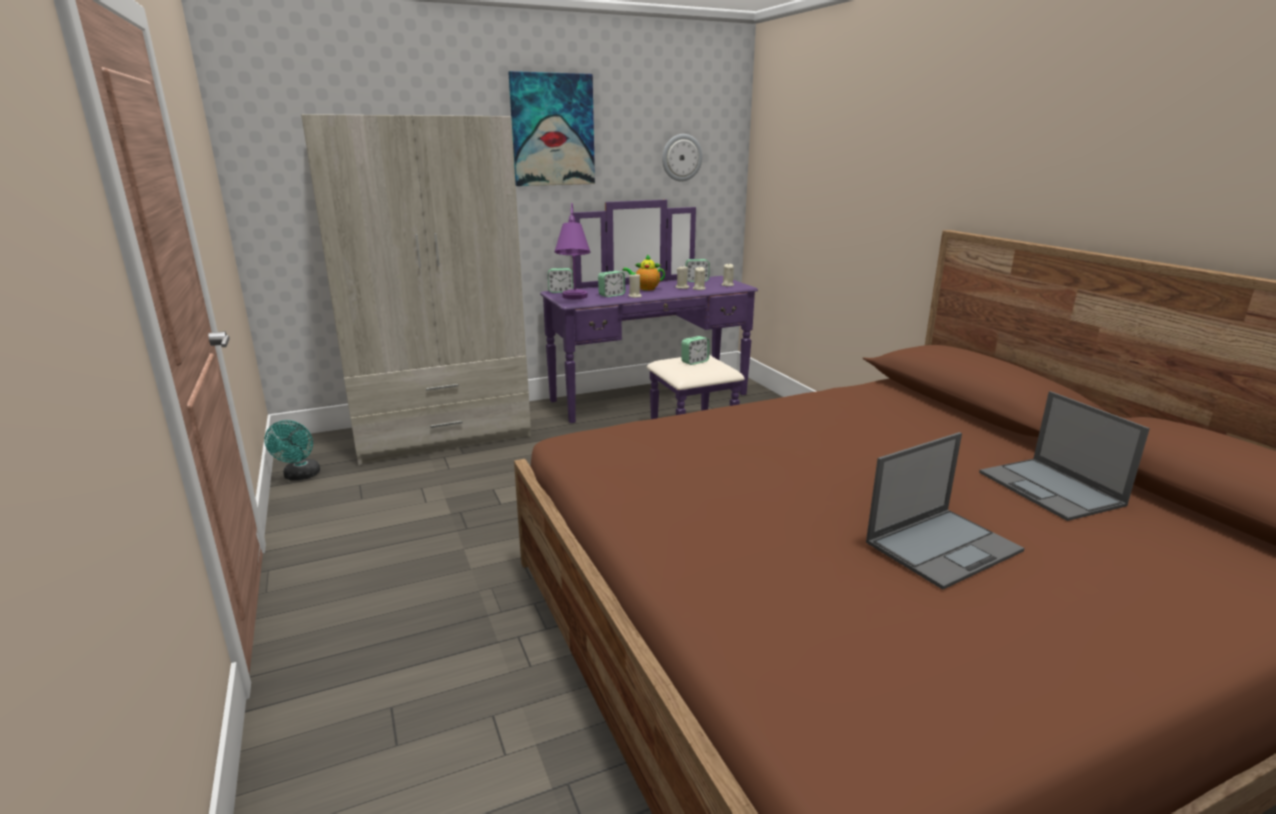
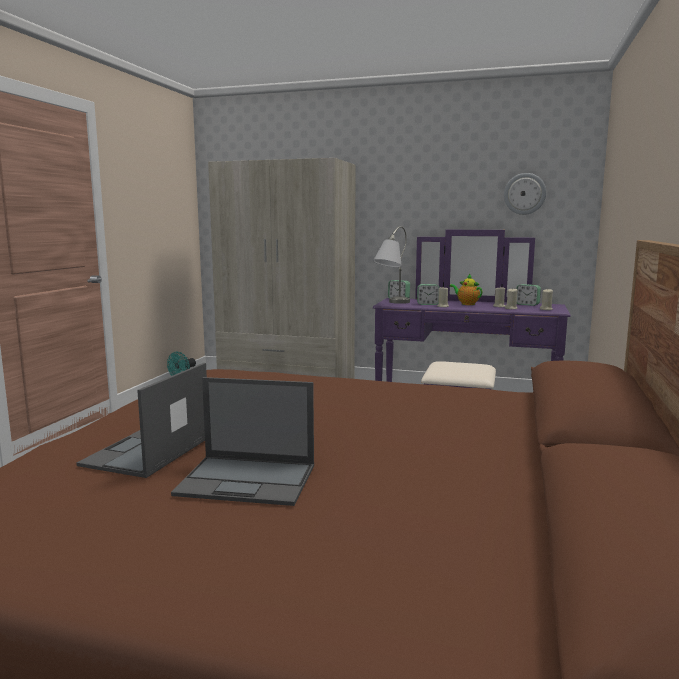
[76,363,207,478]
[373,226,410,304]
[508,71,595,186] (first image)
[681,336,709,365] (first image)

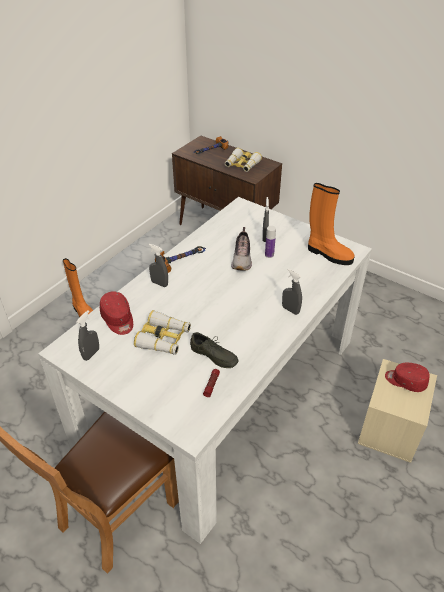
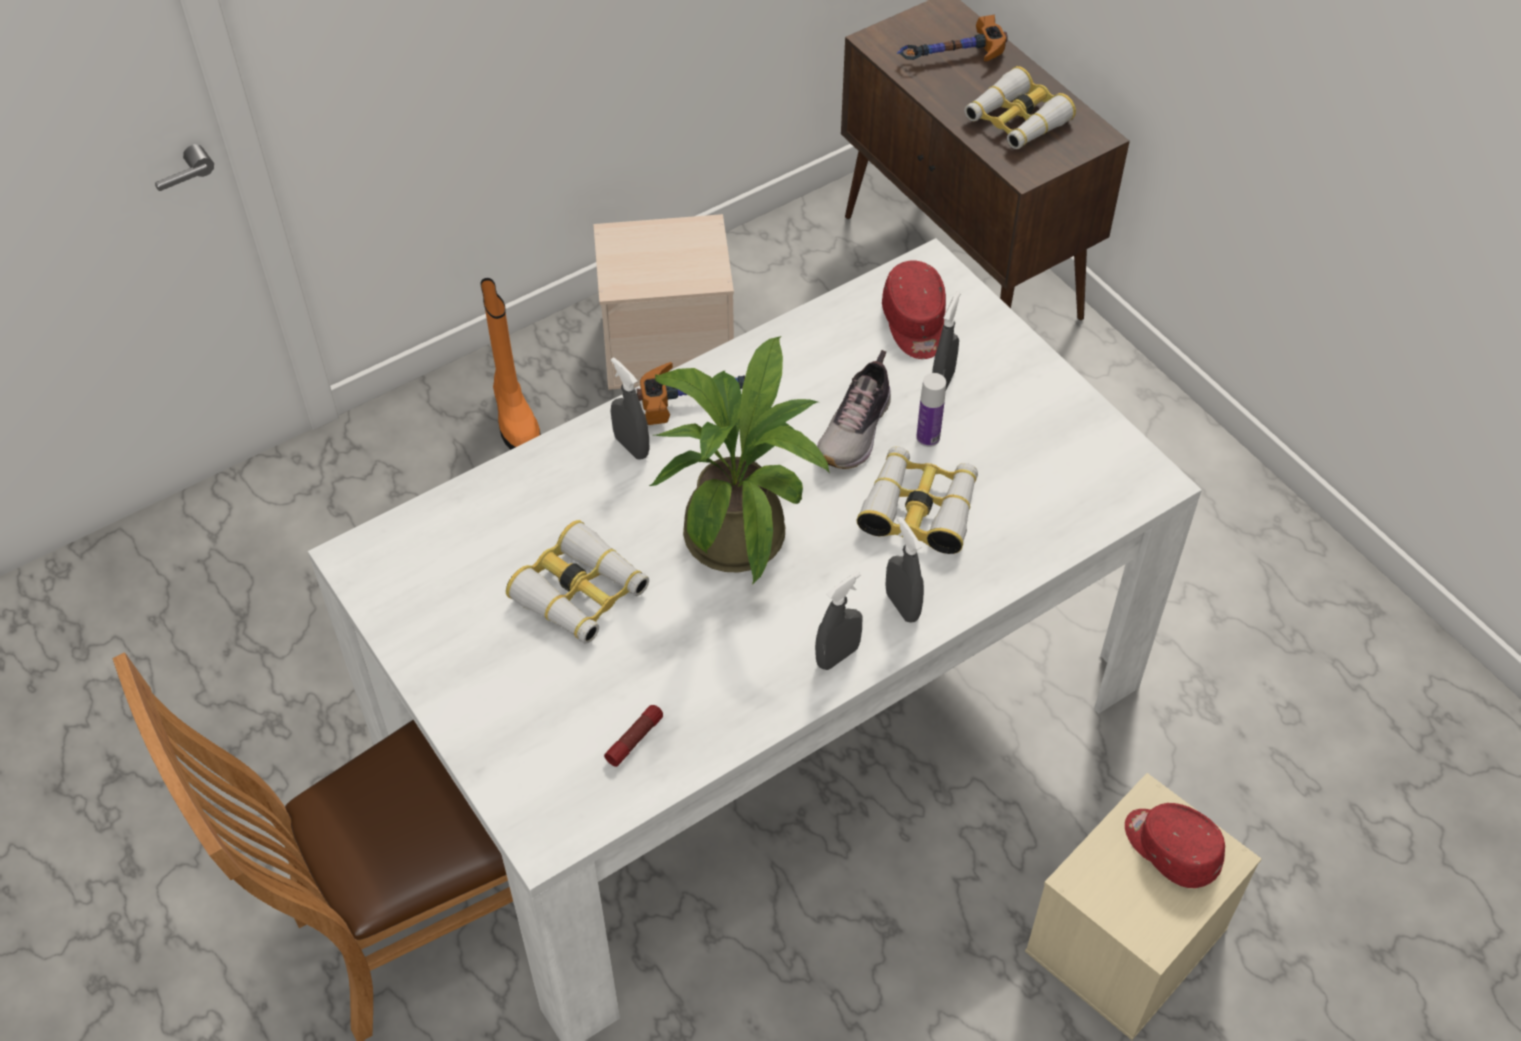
[593,214,734,390]
[649,336,830,585]
[815,571,862,670]
[857,446,978,554]
[882,260,946,359]
[190,332,239,368] (first image)
[308,183,355,265] (first image)

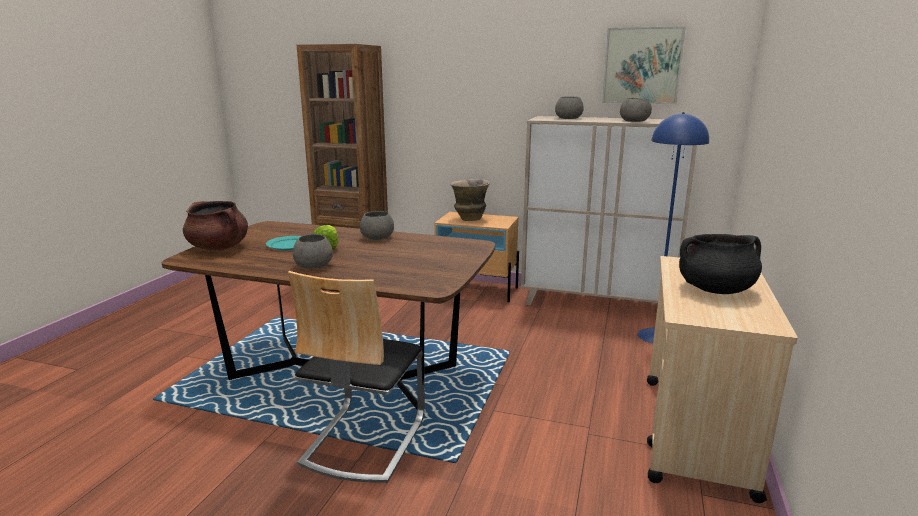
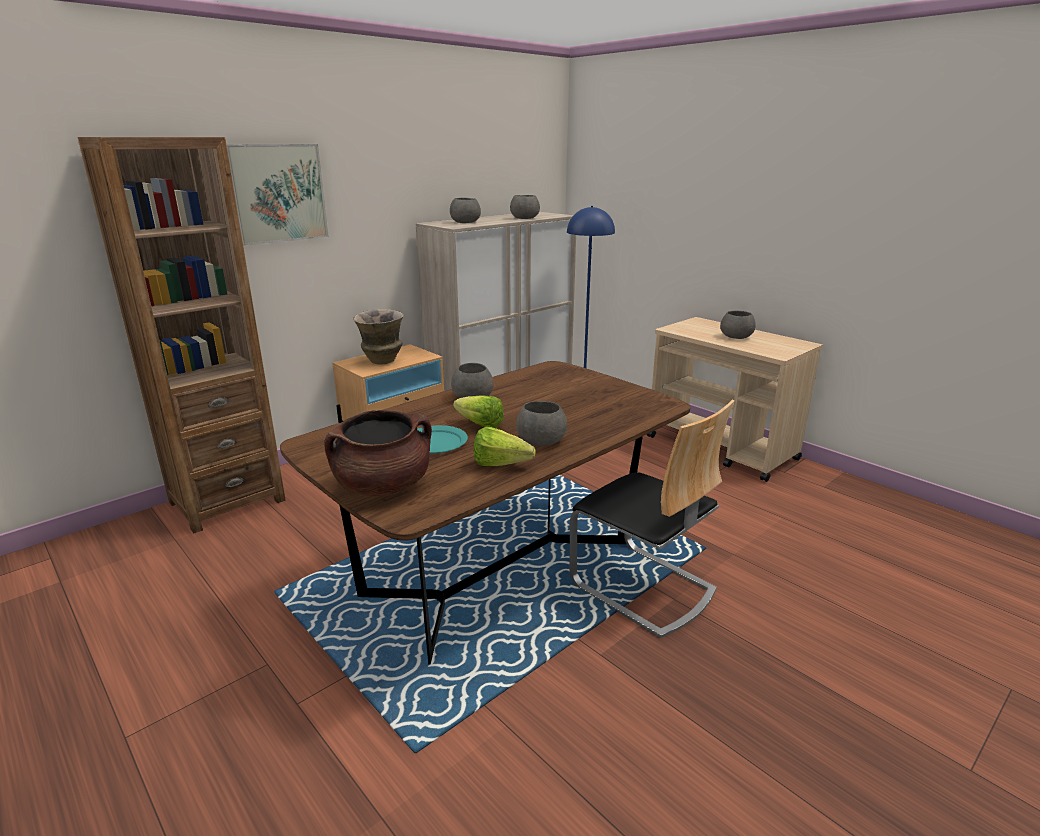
[226,144,329,246]
[474,426,536,466]
[720,311,756,339]

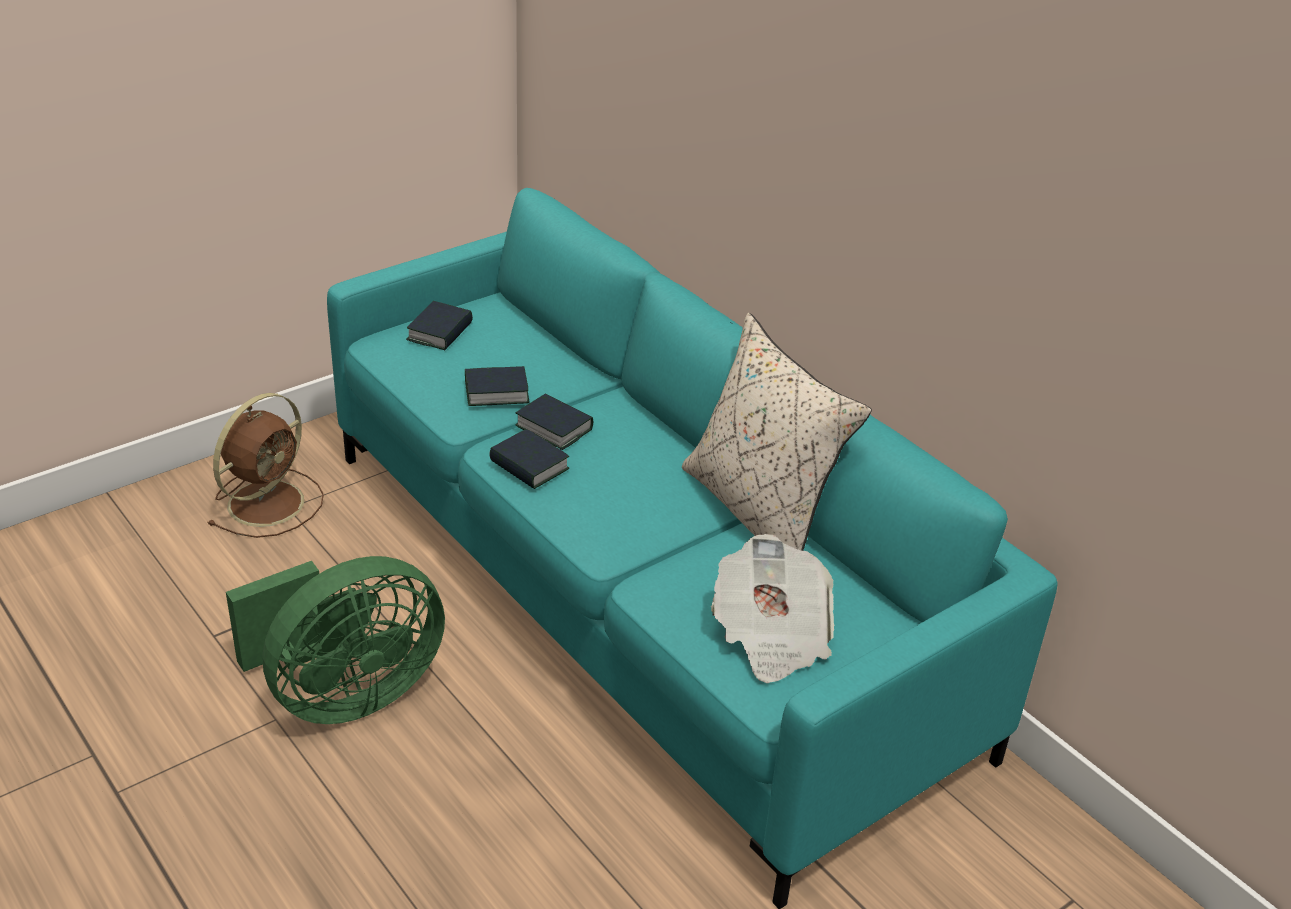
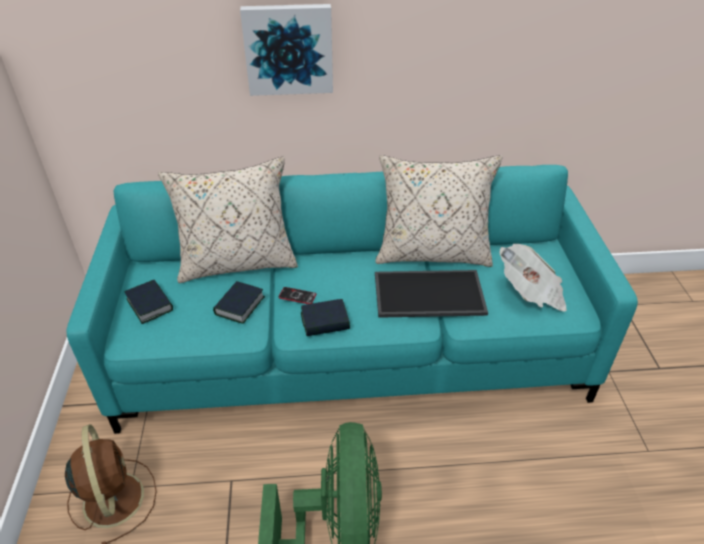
[158,157,298,283]
[240,4,333,96]
[279,287,316,304]
[375,270,488,318]

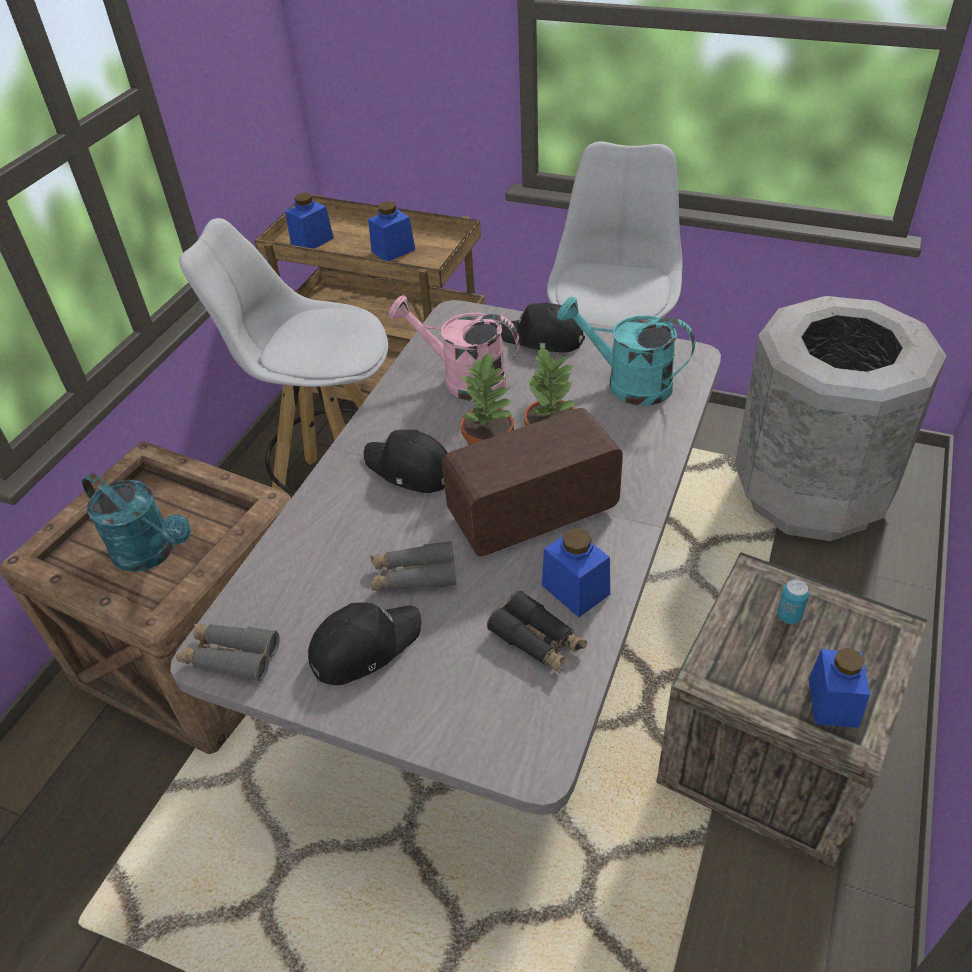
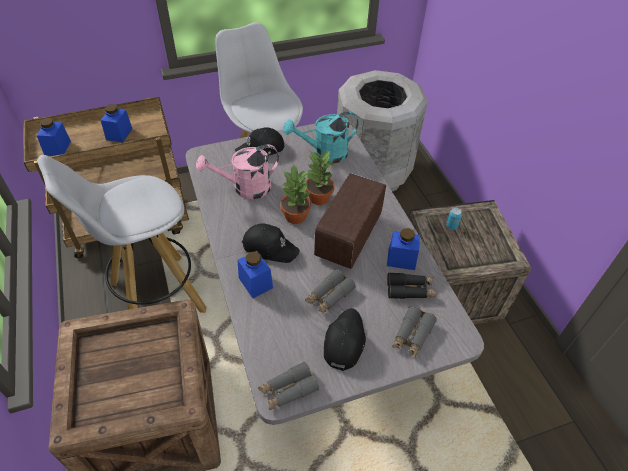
[238,251,273,298]
[242,224,300,263]
[393,306,437,358]
[82,473,191,572] (first image)

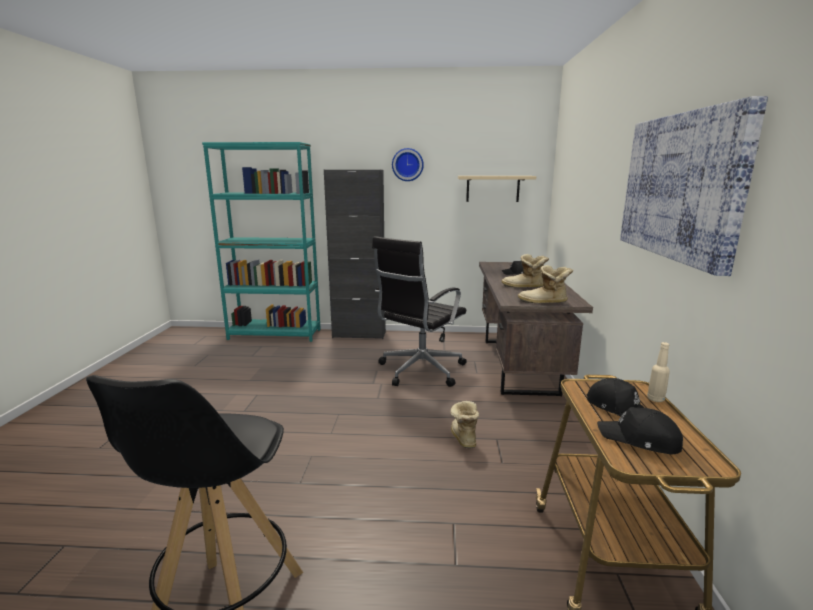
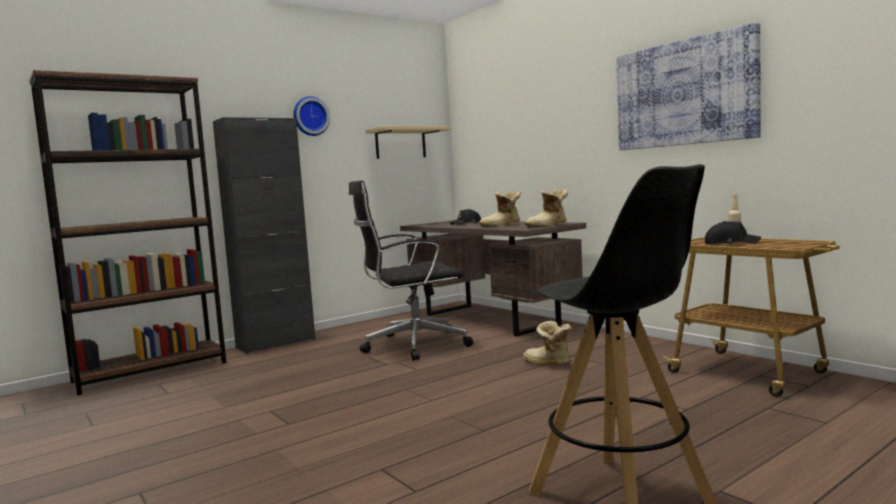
[29,70,226,395]
[349,181,473,361]
[597,407,683,454] (first image)

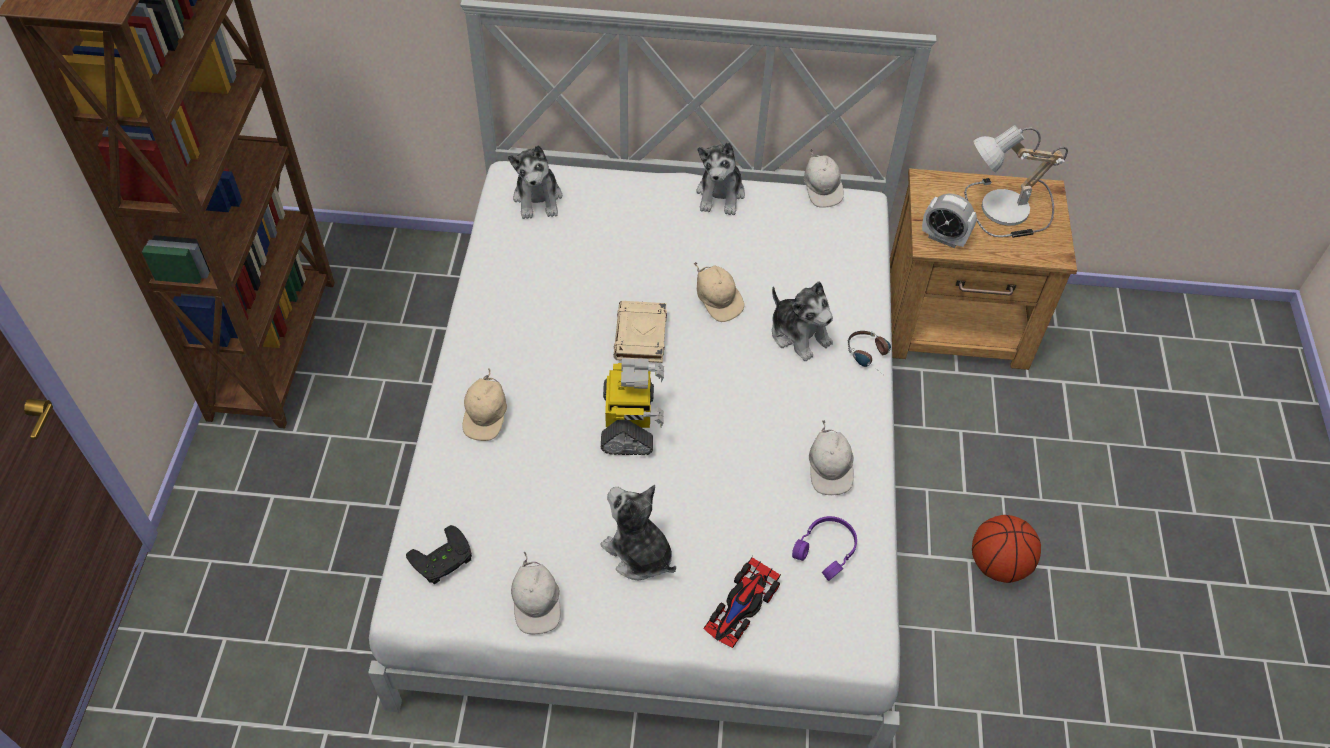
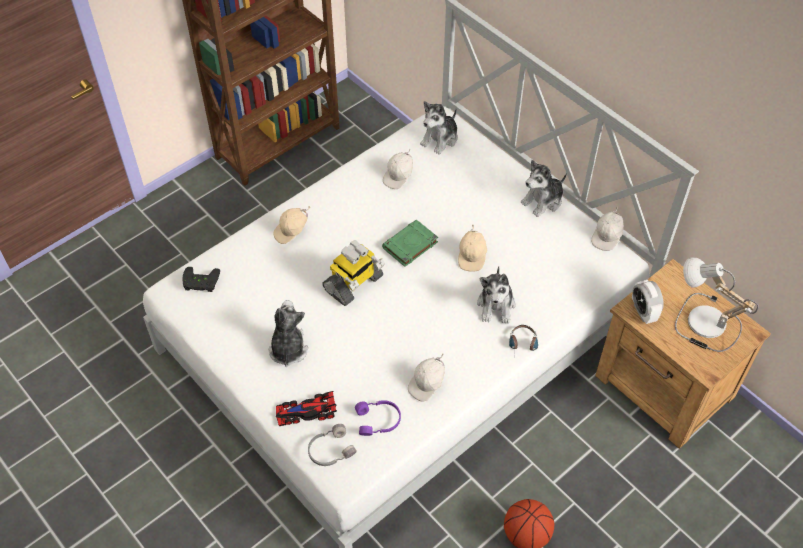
[308,424,357,466]
[382,220,438,267]
[383,148,413,189]

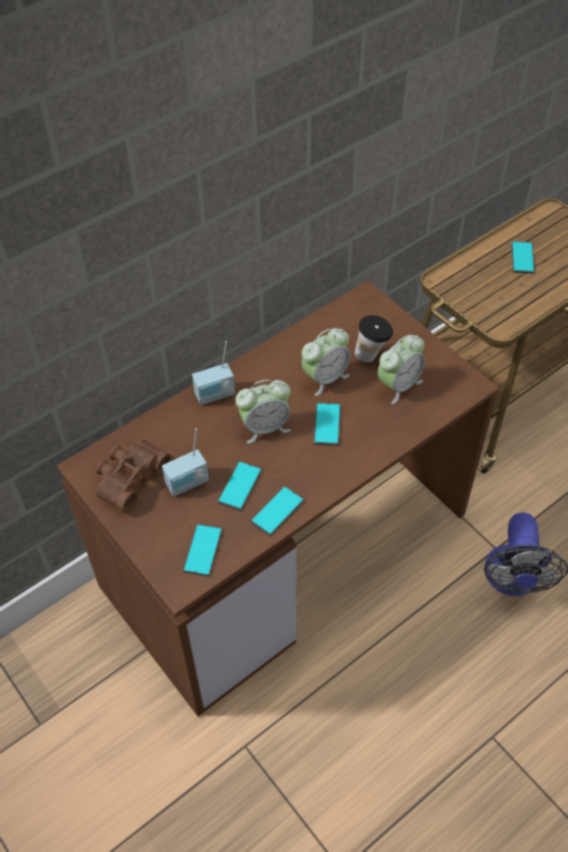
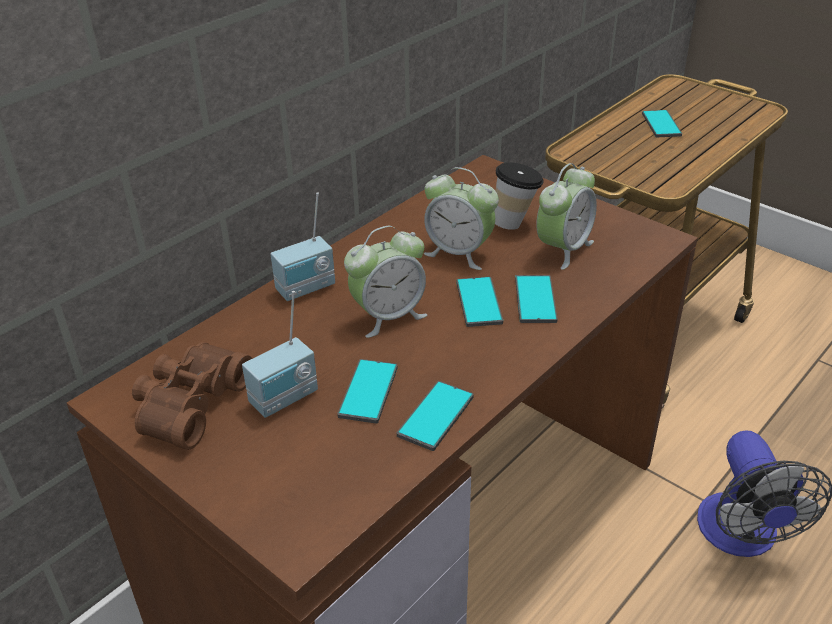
[424,167,499,270]
[515,275,558,323]

